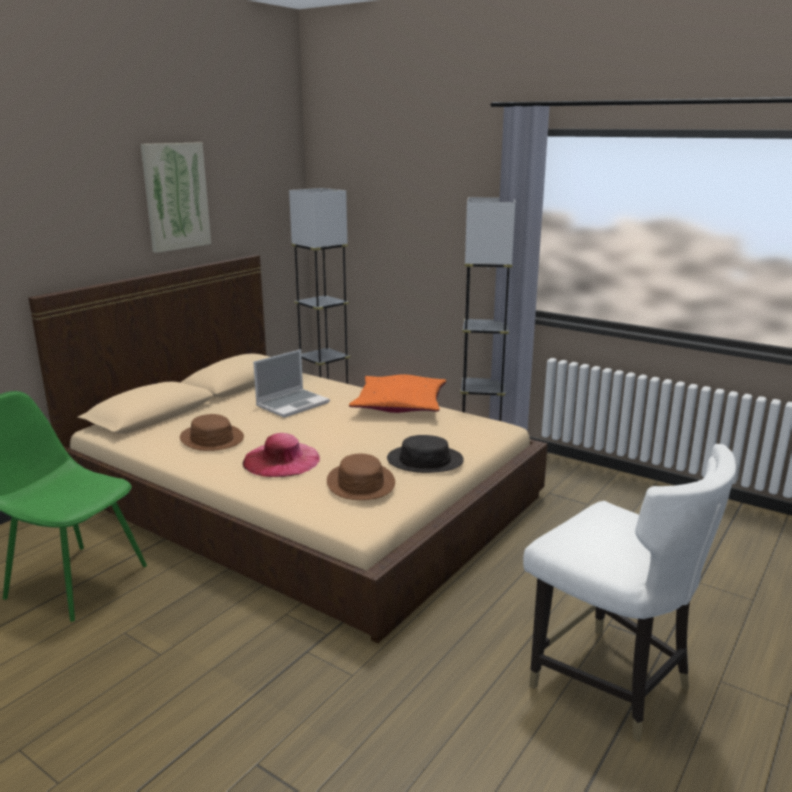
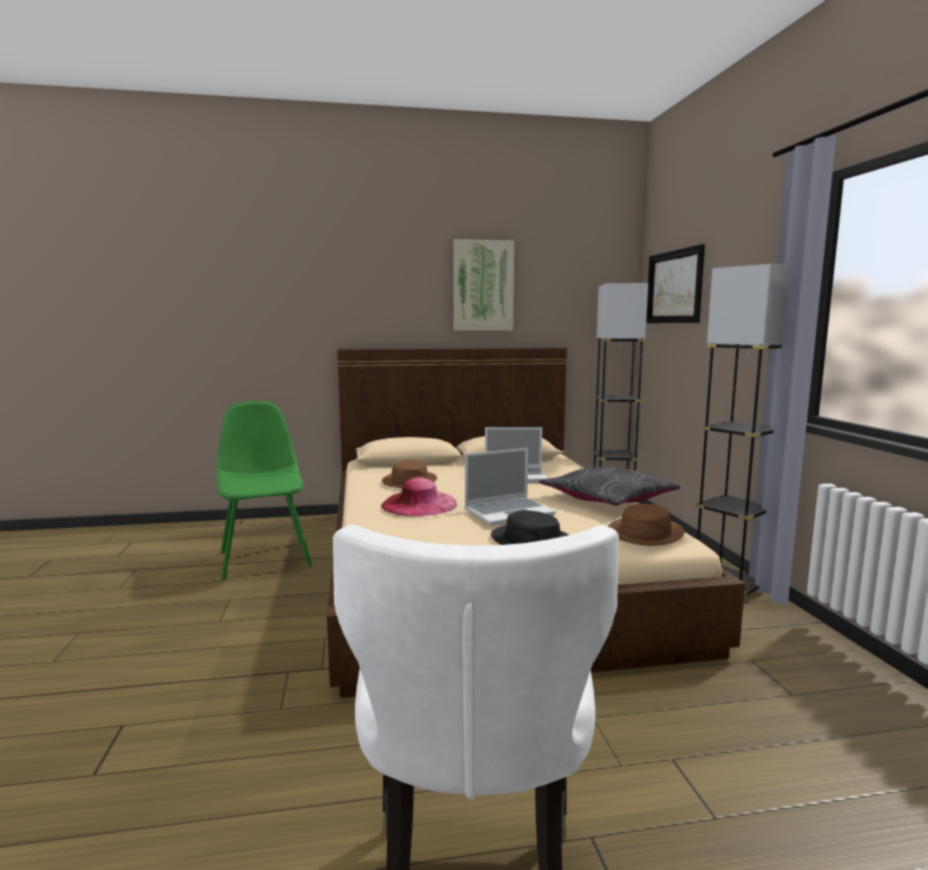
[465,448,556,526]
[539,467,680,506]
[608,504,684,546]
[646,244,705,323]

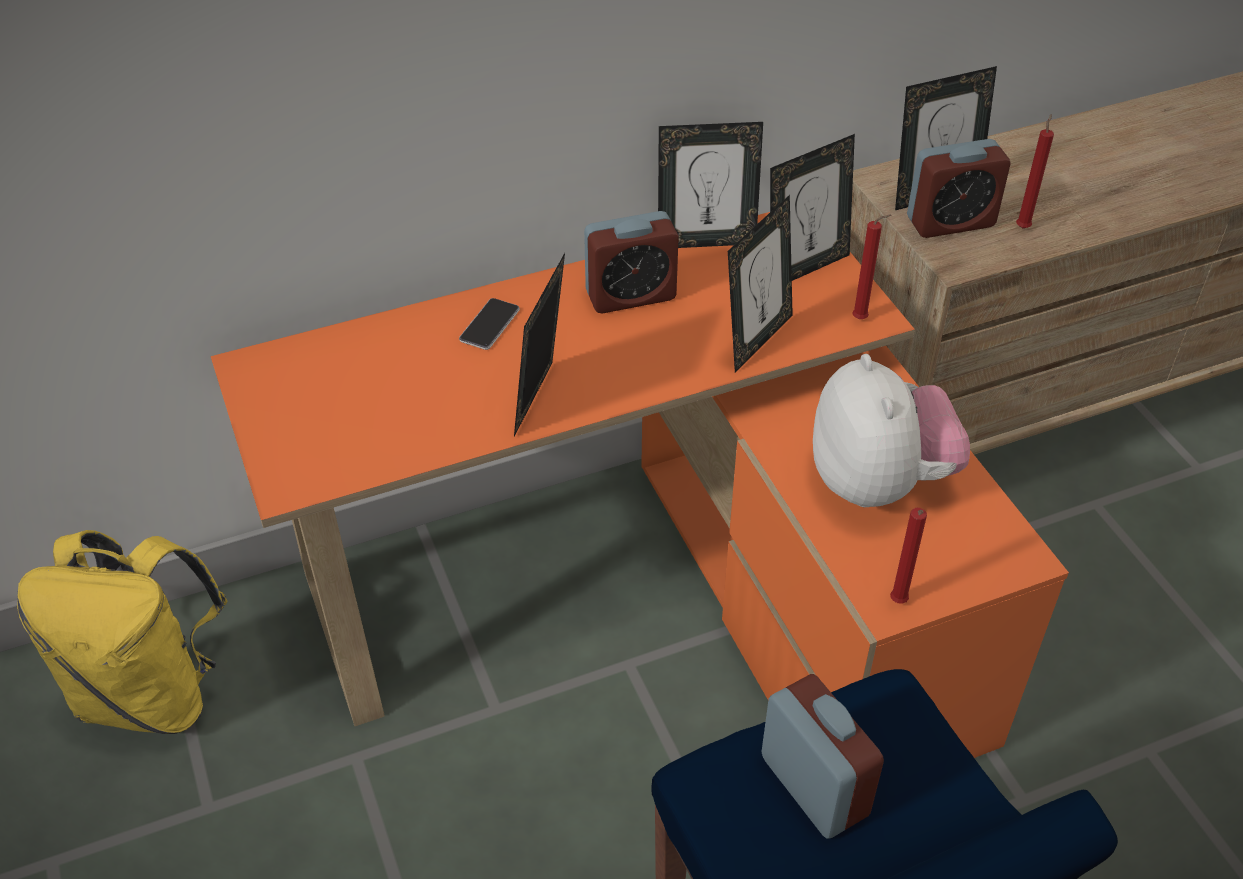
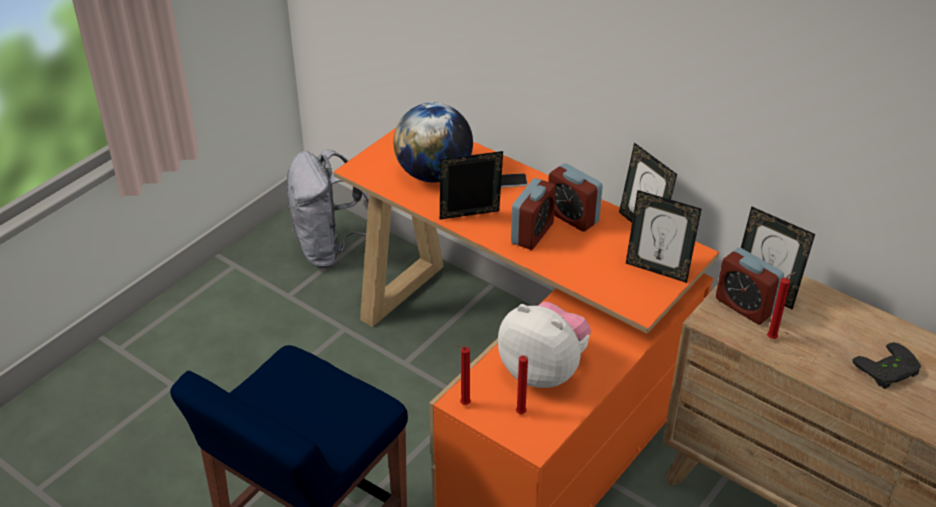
[286,149,369,268]
[394,102,473,183]
[498,302,591,388]
[511,178,556,250]
[516,355,528,414]
[853,342,921,389]
[728,195,793,373] (first image)

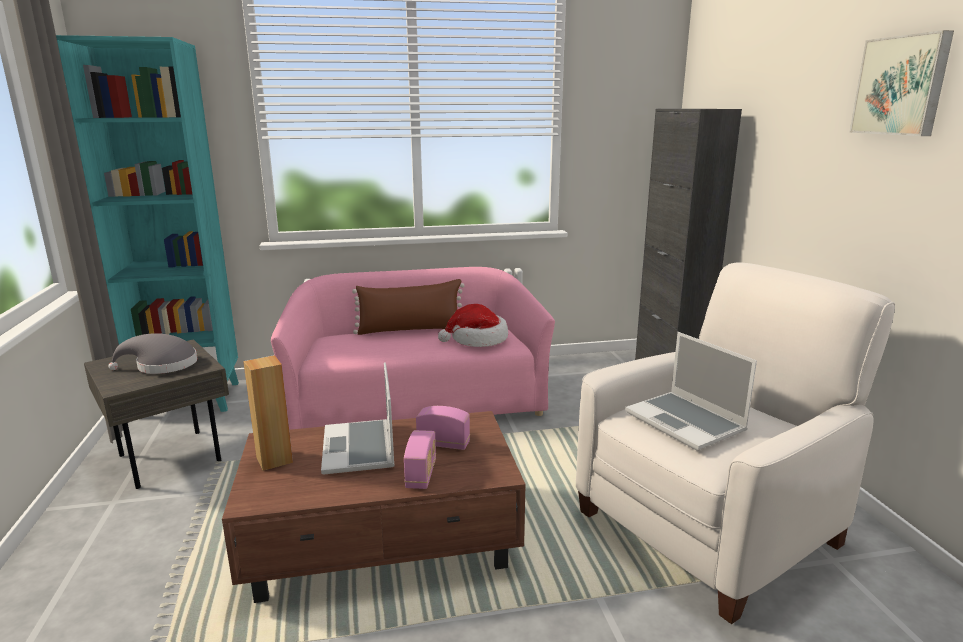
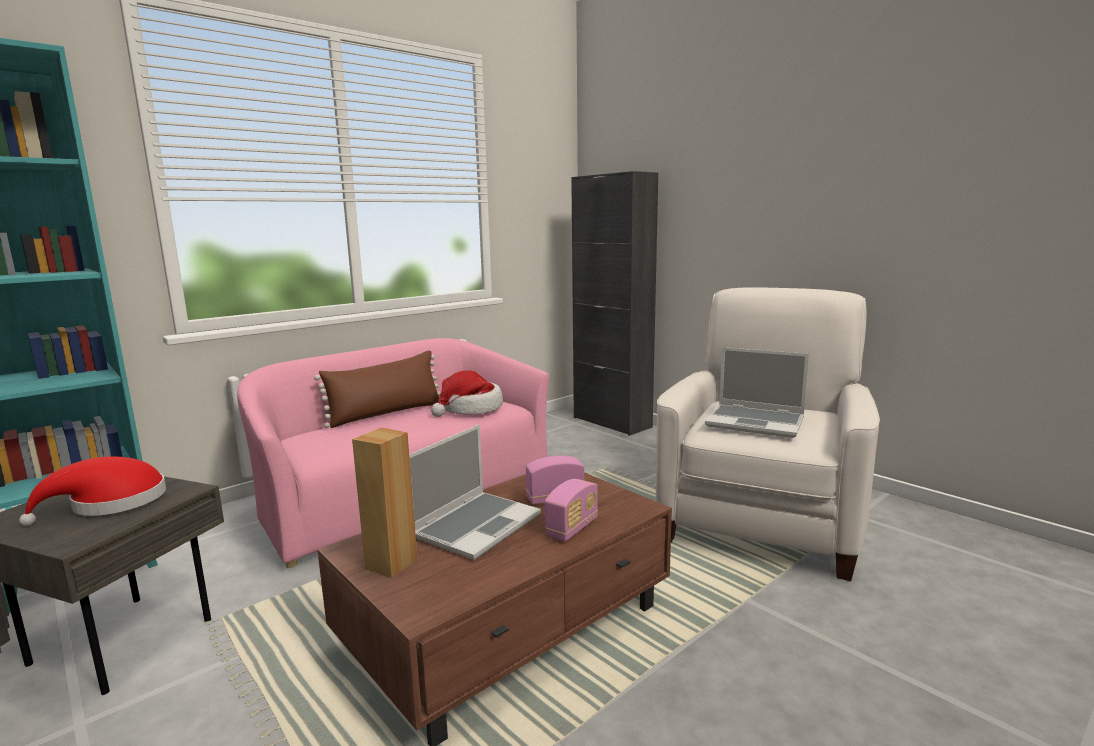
[19,457,166,526]
[409,425,541,560]
[545,479,598,542]
[849,30,954,136] (first image)

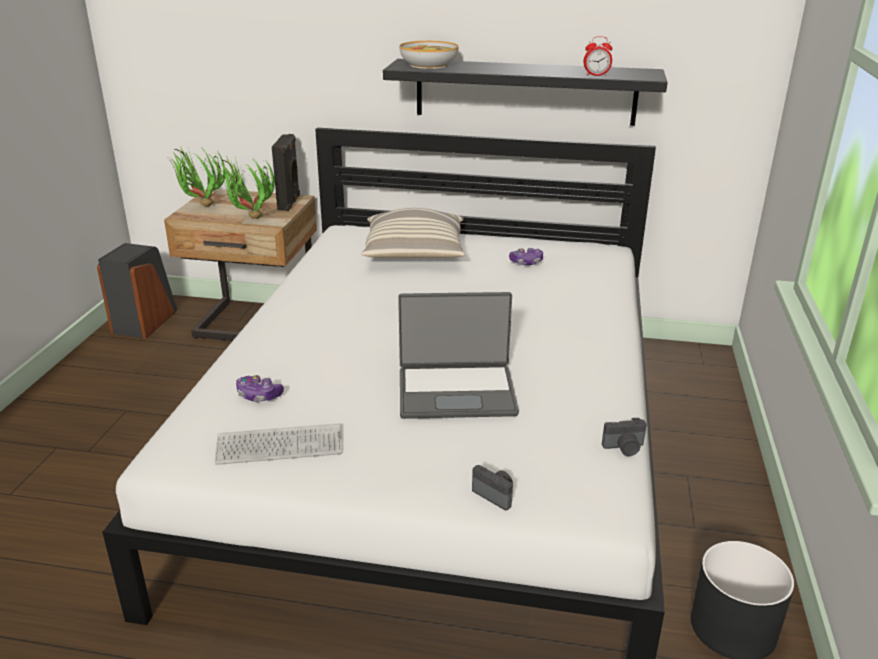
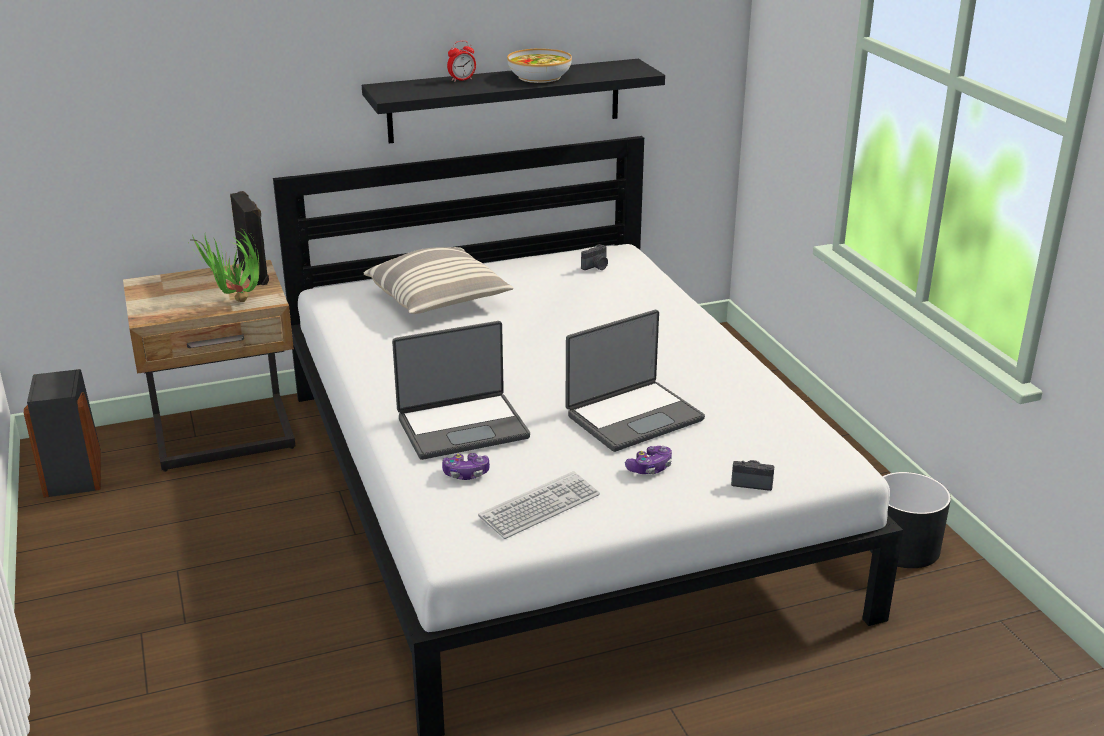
[392,321,530,460]
[447,41,476,82]
[507,48,572,83]
[581,244,608,270]
[625,446,672,474]
[166,146,226,207] (first image)

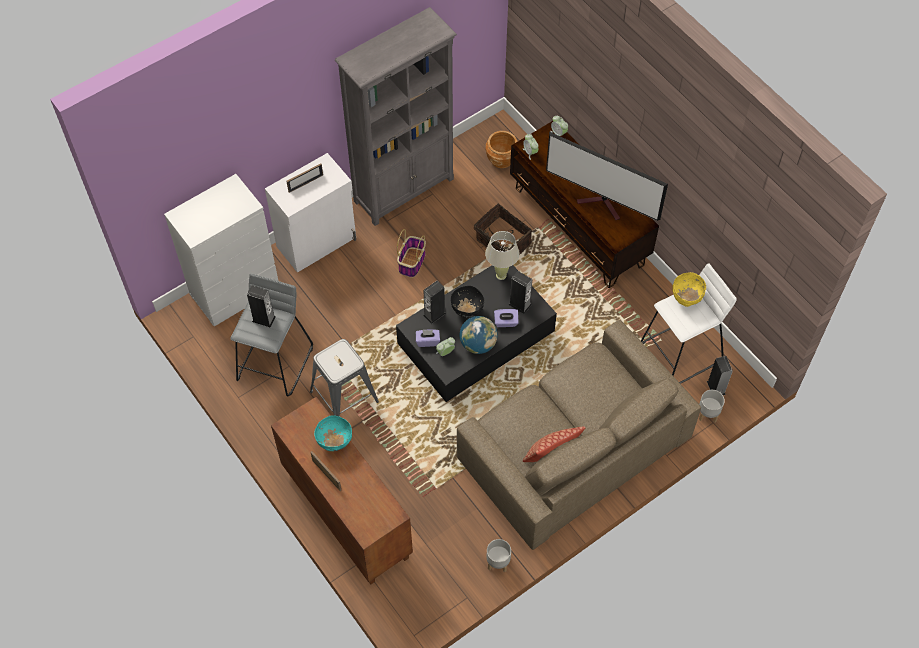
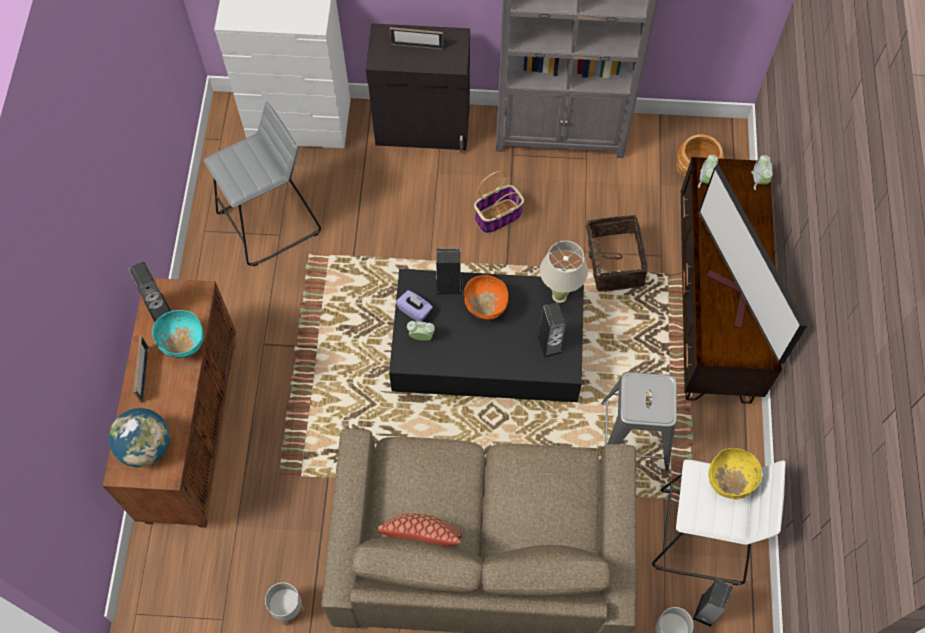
[109,408,170,467]
[128,262,171,322]
[366,23,470,153]
[464,275,508,320]
[601,372,677,471]
[494,309,519,327] (first image)

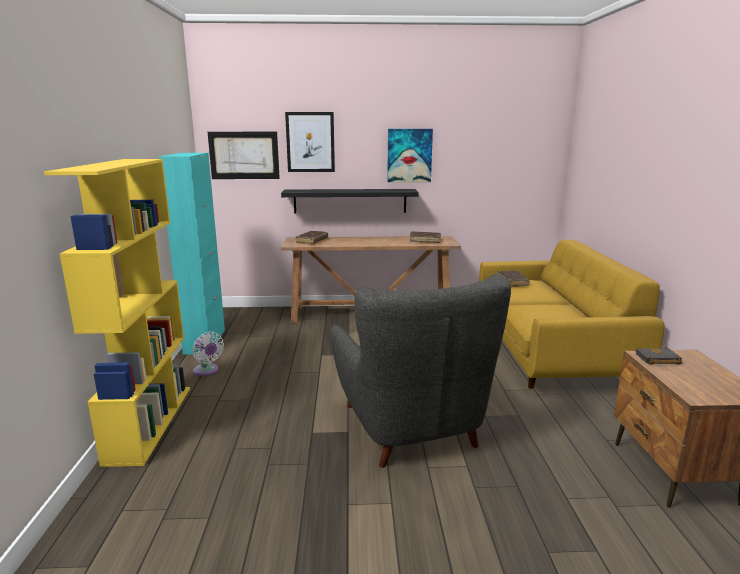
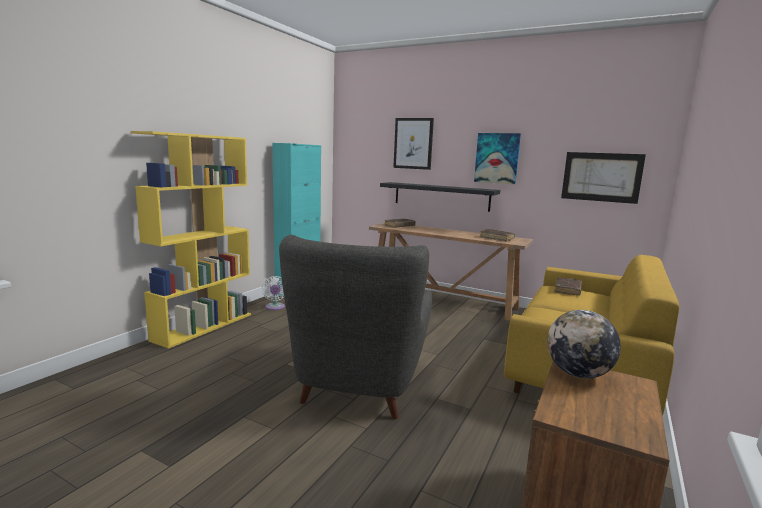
[547,310,621,378]
[561,152,646,204]

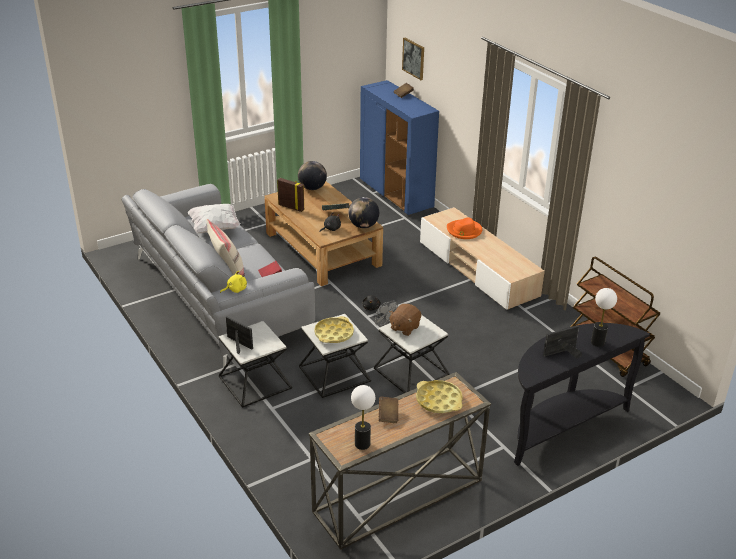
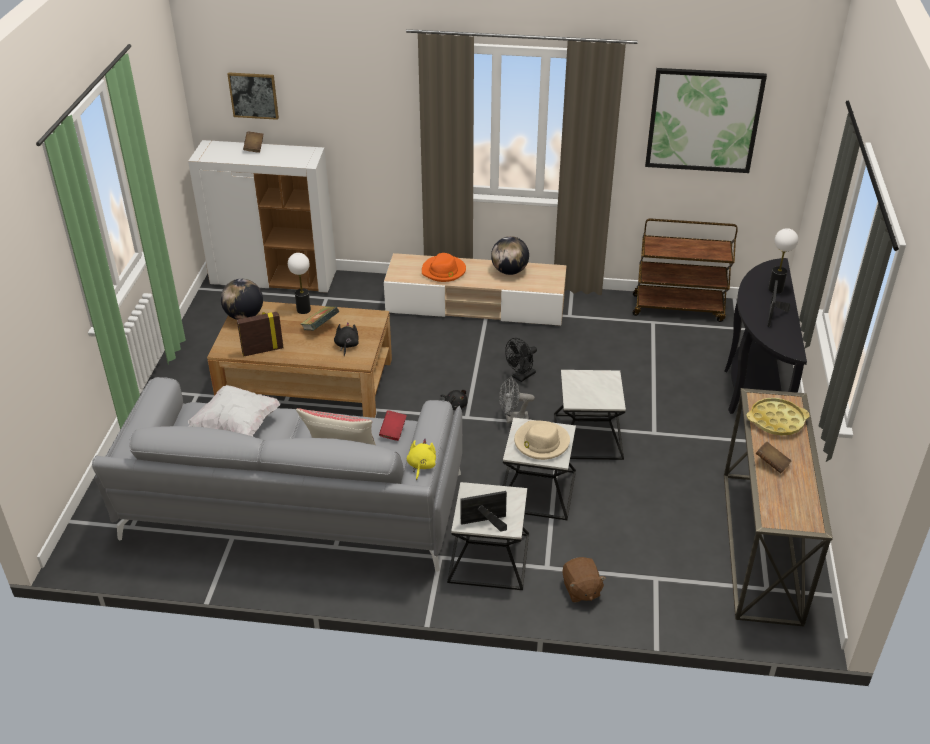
[188,140,337,293]
[288,253,311,314]
[491,236,529,275]
[505,338,537,382]
[514,420,570,460]
[563,557,606,603]
[645,68,767,173]

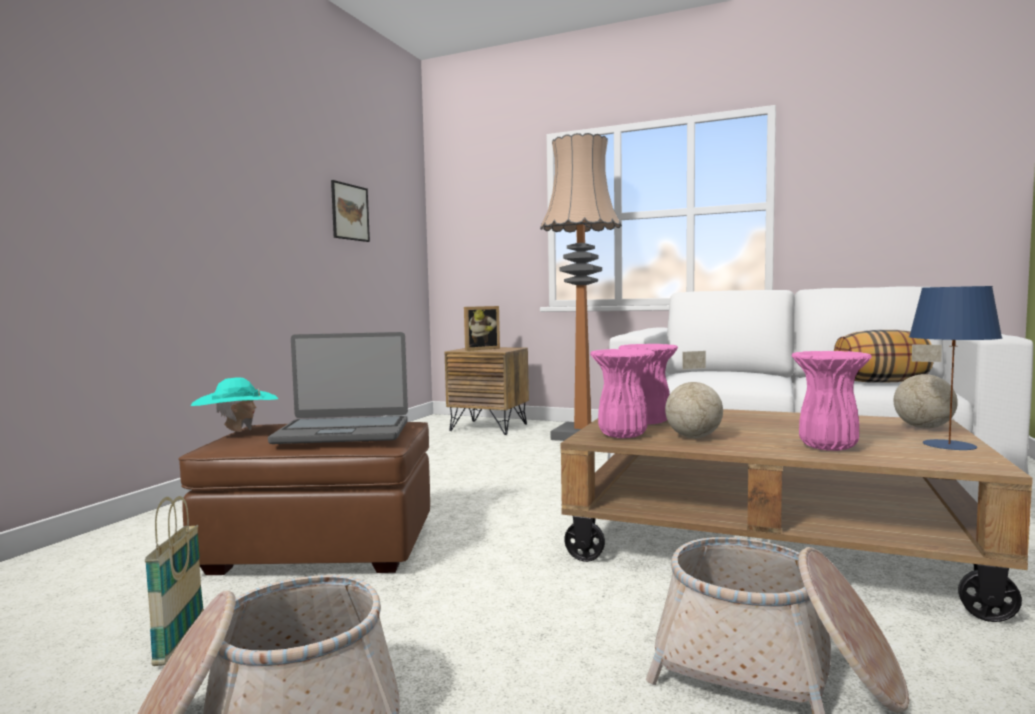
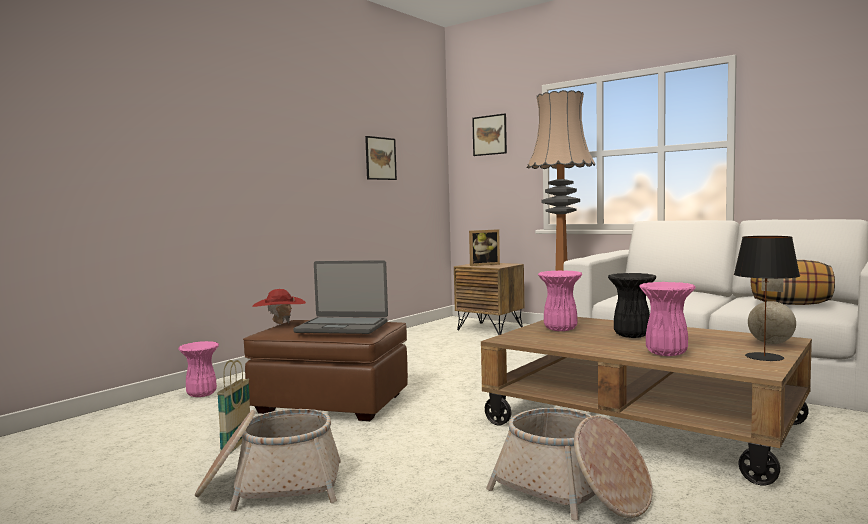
[178,341,219,397]
[252,289,306,324]
[472,113,507,156]
[608,273,656,338]
[734,236,800,361]
[665,351,723,438] (first image)

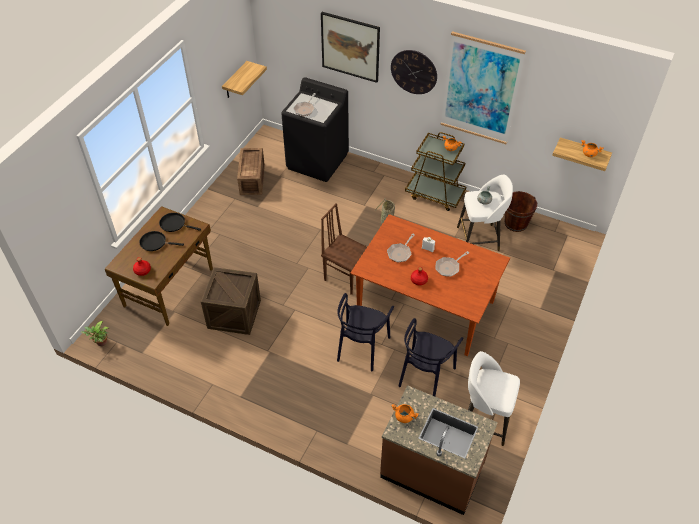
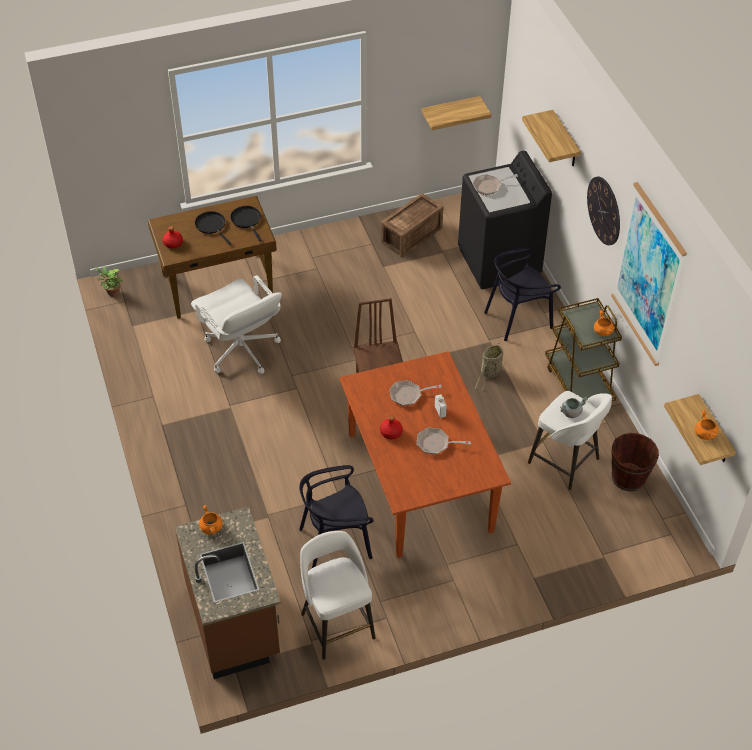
[191,275,282,374]
[484,247,561,341]
[522,110,581,166]

